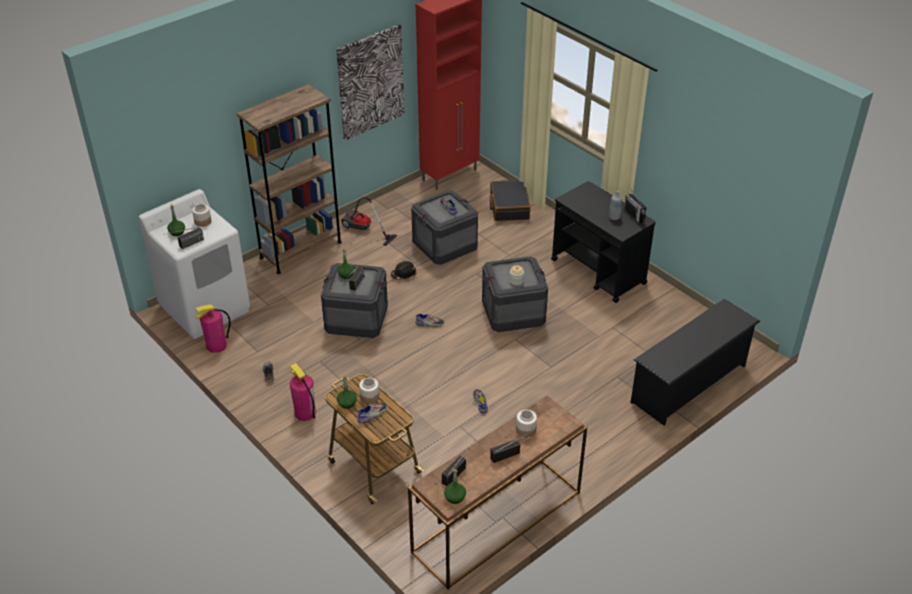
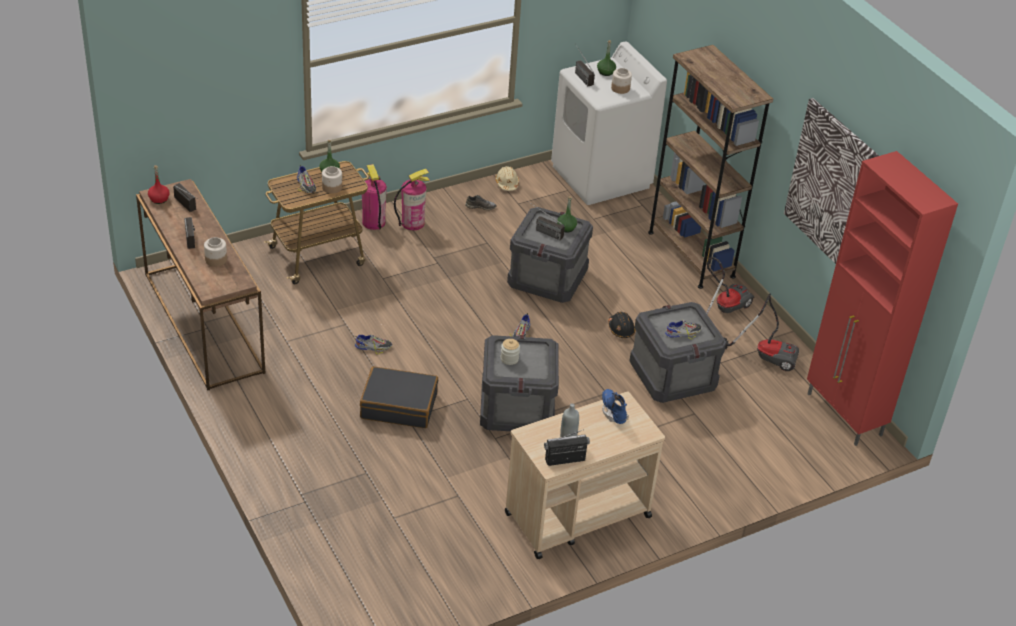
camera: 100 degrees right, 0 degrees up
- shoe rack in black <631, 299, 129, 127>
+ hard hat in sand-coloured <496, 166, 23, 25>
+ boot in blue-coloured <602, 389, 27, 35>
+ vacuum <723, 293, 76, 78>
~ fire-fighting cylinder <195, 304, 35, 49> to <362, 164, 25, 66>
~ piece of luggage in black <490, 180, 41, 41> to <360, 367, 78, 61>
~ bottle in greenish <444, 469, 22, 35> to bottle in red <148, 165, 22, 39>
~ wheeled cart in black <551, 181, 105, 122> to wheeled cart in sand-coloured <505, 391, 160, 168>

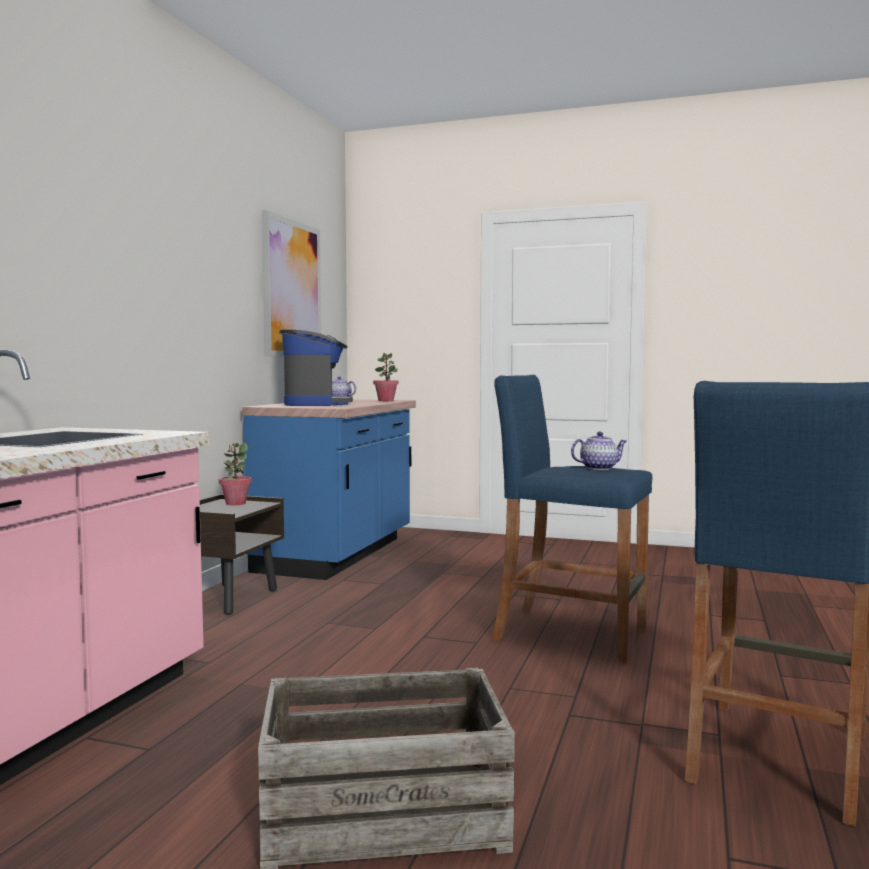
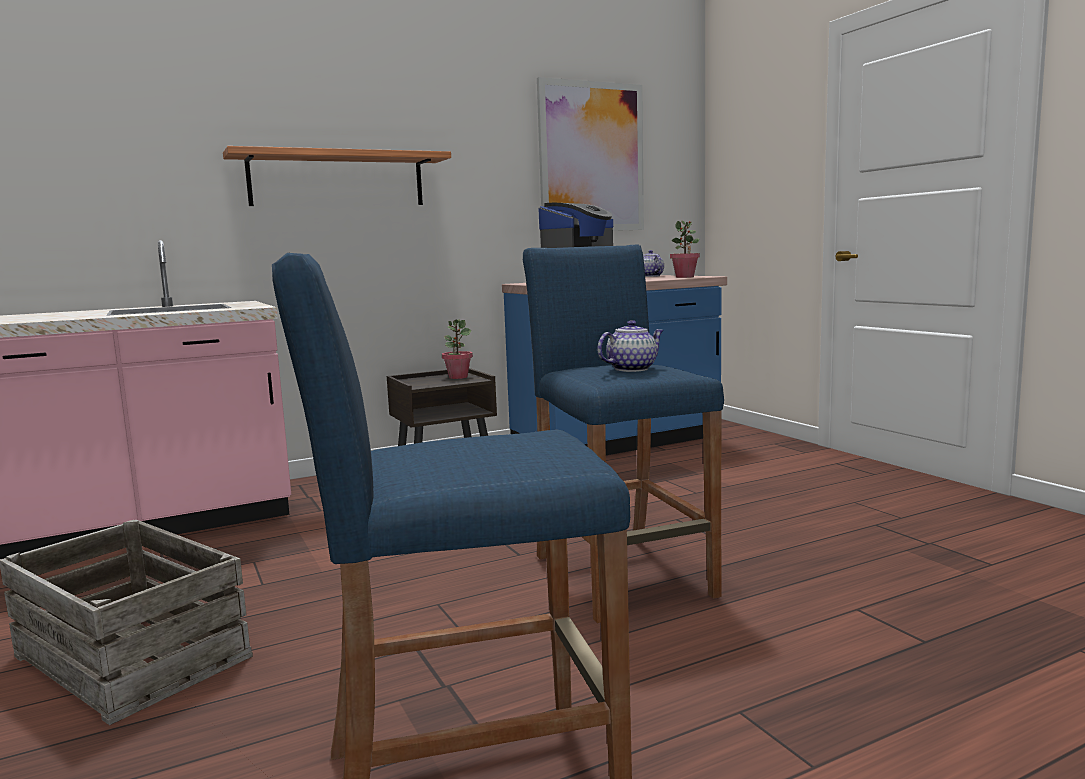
camera: 45 degrees right, 5 degrees up
+ wall shelf <223, 146, 228, 60>
~ teapot <571, 432, 56, 38> = <597, 320, 67, 52> 60 degrees counterclockwise

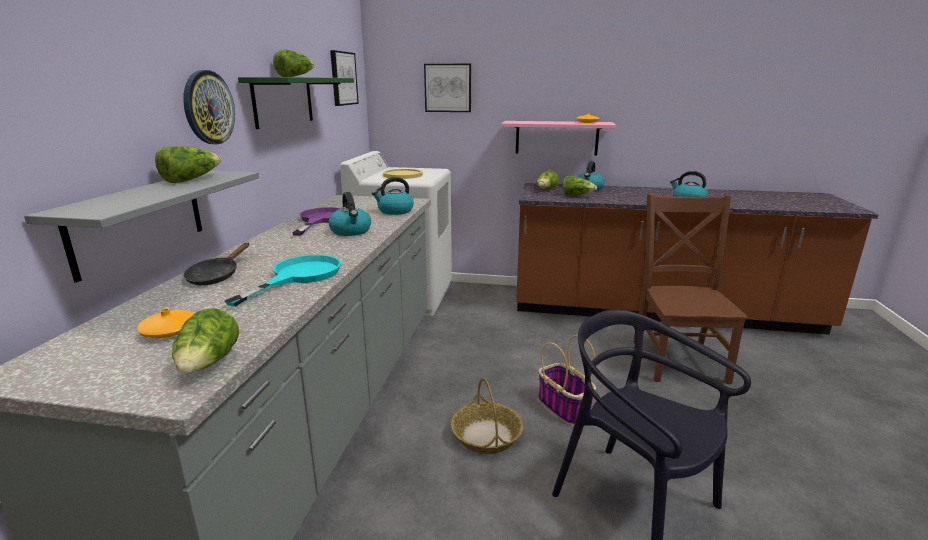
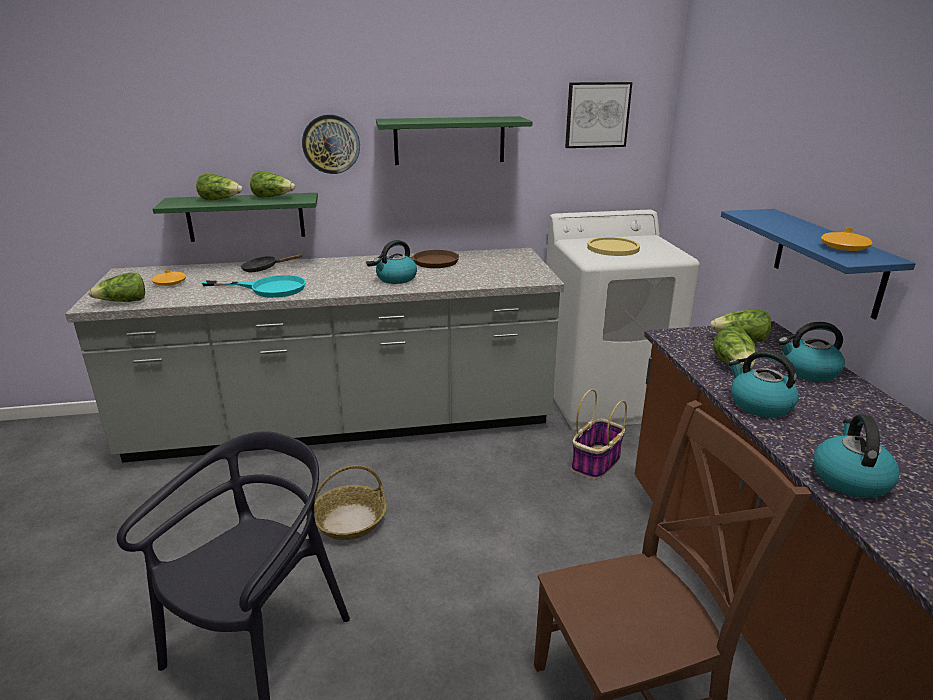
camera: 70 degrees right, 5 degrees up
- picture <424, 64, 47, 48>
~ head of lettuce <273, 49, 41, 28> to <196, 173, 47, 28>
~ water kettle <372, 177, 42, 38> to <728, 350, 71, 68>
~ storage basket <538, 334, 58, 92> to <571, 389, 56, 90>
~ wall shelf in gray <24, 171, 235, 112> to wall shelf in greenish <153, 193, 165, 49>
~ frying pan in purple-coloured <292, 207, 48, 29> to frying pan in brownish <366, 250, 93, 18>
~ wall shelf in pinkish <501, 121, 115, 34> to wall shelf in blue-coloured <721, 209, 195, 111>

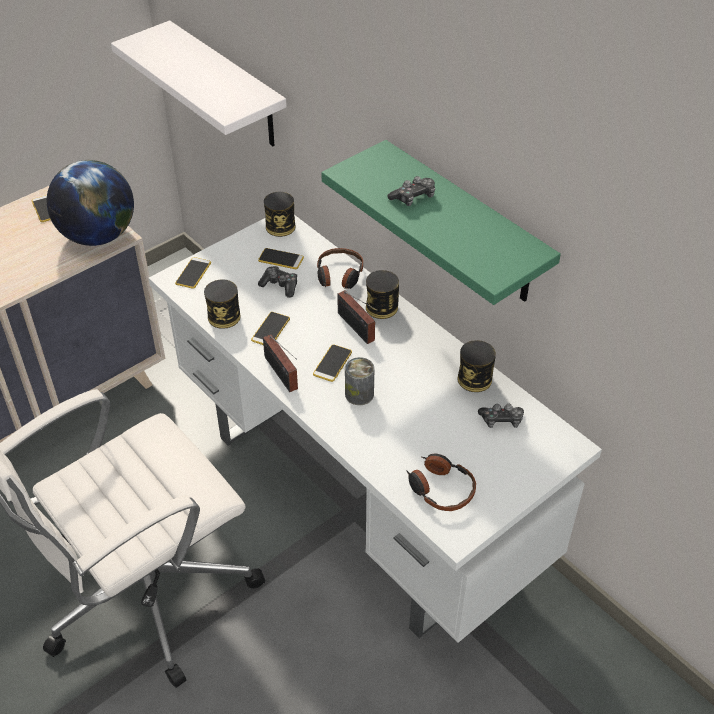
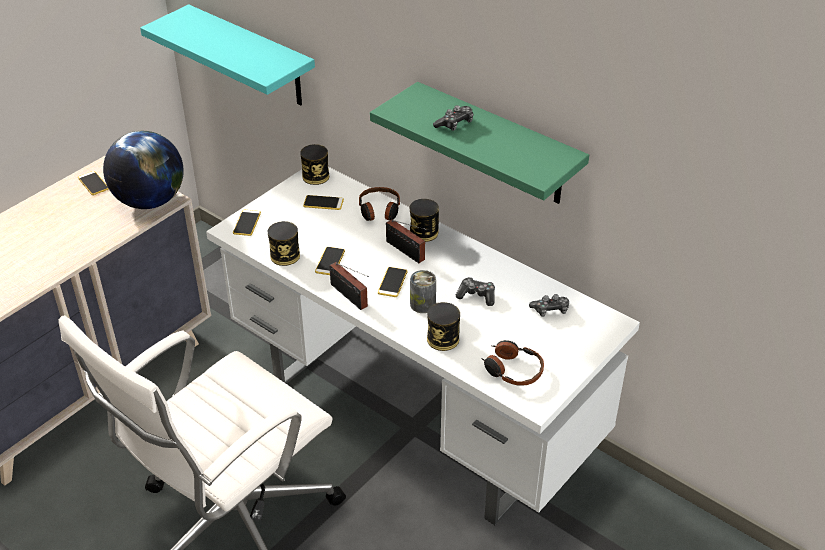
camera: 10 degrees left, 5 degrees down
~ gamepad <258, 266, 39, 32> to <456, 277, 39, 29>
~ metal can <457, 340, 39, 52> to <427, 302, 33, 49>
~ wall shelf in white <111, 20, 176, 126> to wall shelf in turquoise <140, 4, 175, 102>

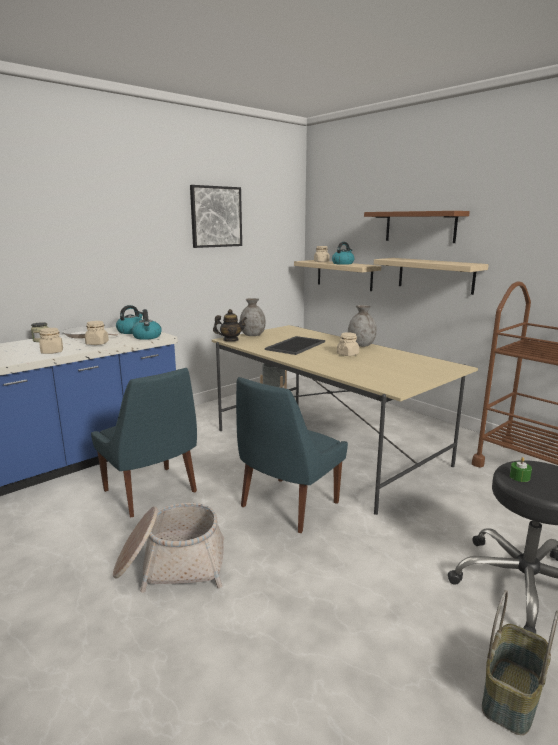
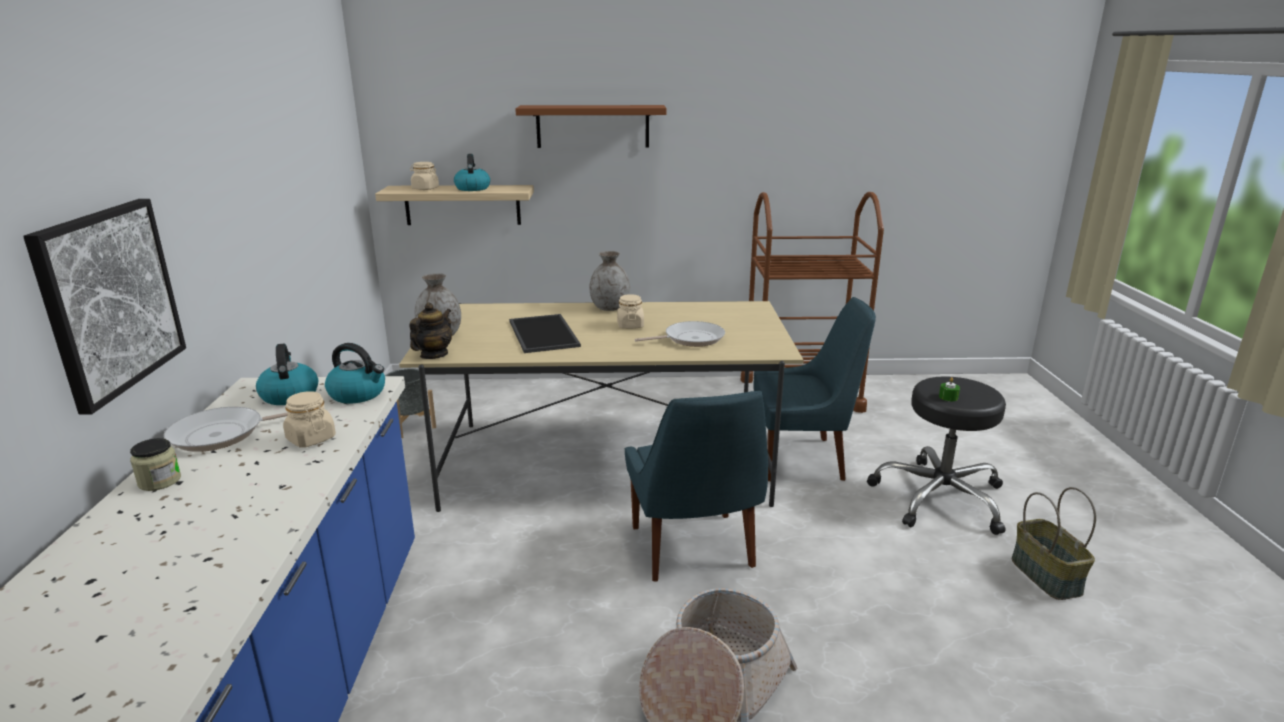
camera: 50 degrees left, 5 degrees up
- preserve jar in sand-coloured <39, 328, 24, 26>
- wall shelf <374, 258, 115, 37>
+ frying pan <635, 321, 90, 26>
~ plain chair in blue-coloured <91, 368, 106, 150> to <753, 297, 123, 184>
~ picture <190, 185, 52, 63> to <23, 199, 163, 216>

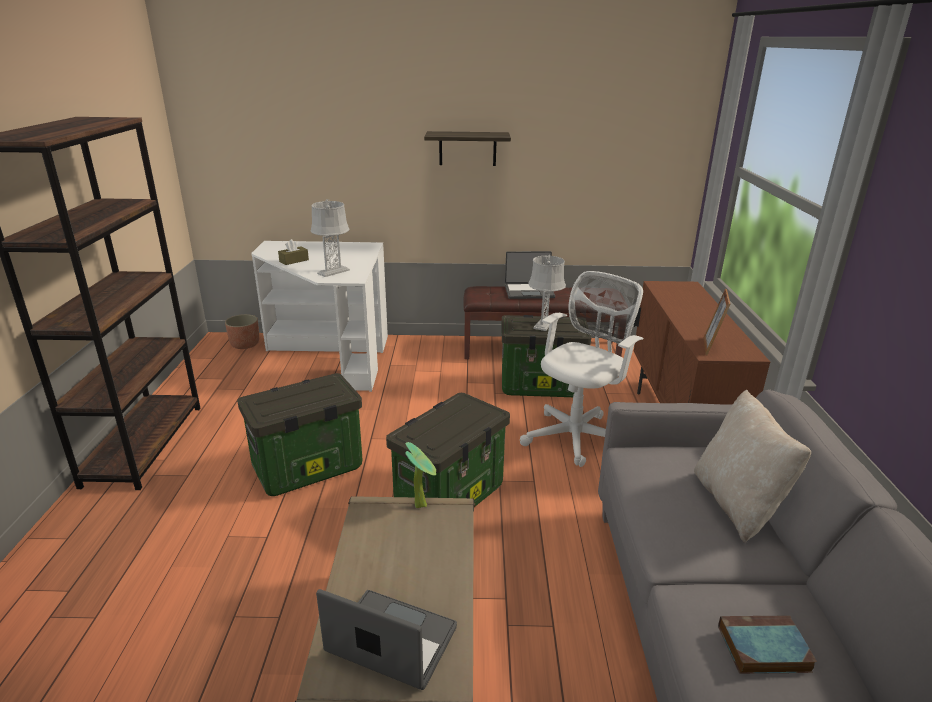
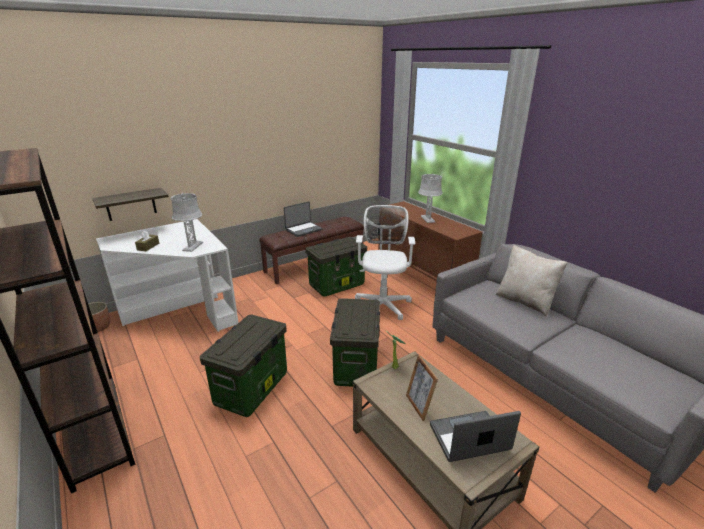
camera: 35 degrees left, 0 degrees up
- book <718, 616, 99, 58>
~ wall shelf <424, 131, 87, 35> to <92, 188, 77, 33>
~ table lamp in gray <528, 256, 38, 75> to <418, 173, 25, 50>
~ photo frame <703, 289, 27, 66> to <406, 355, 32, 66>

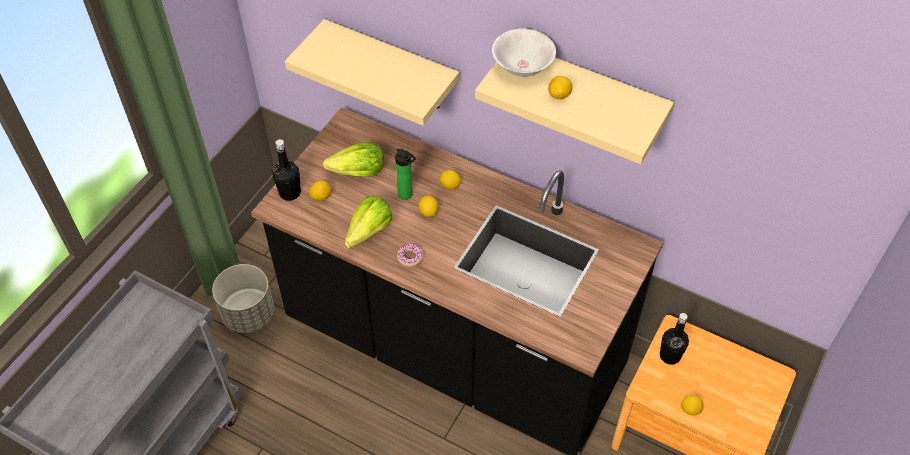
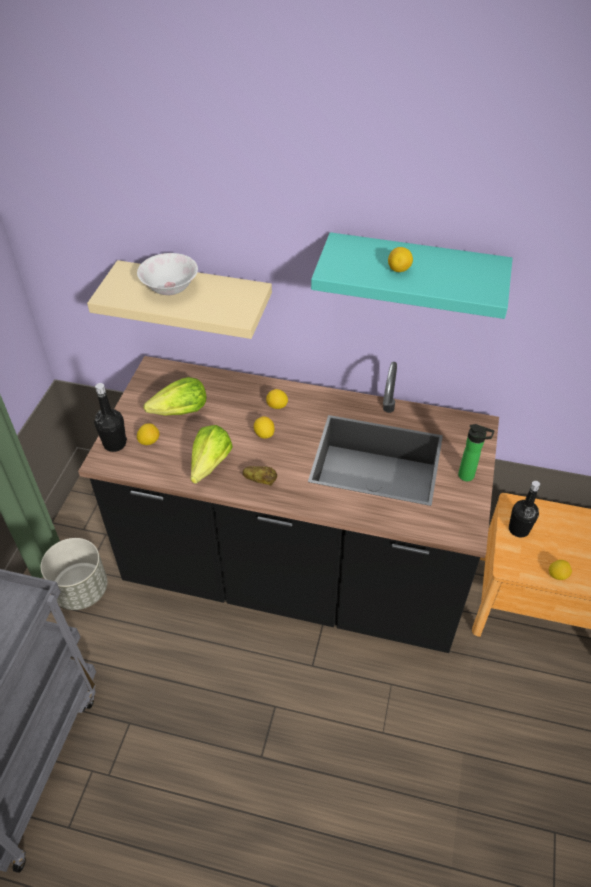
camera: 15 degrees left, 5 degrees down
~ bottle <395, 149, 21, 51> to <458, 424, 37, 57>
~ serving bowl in white <492, 29, 64, 48> to <137, 253, 61, 42>
~ donut <397, 244, 27, 23> to potato <243, 466, 34, 20>
~ wall shelf in sand-coloured <475, 58, 199, 106> to wall shelf in turquoise <311, 232, 202, 87>

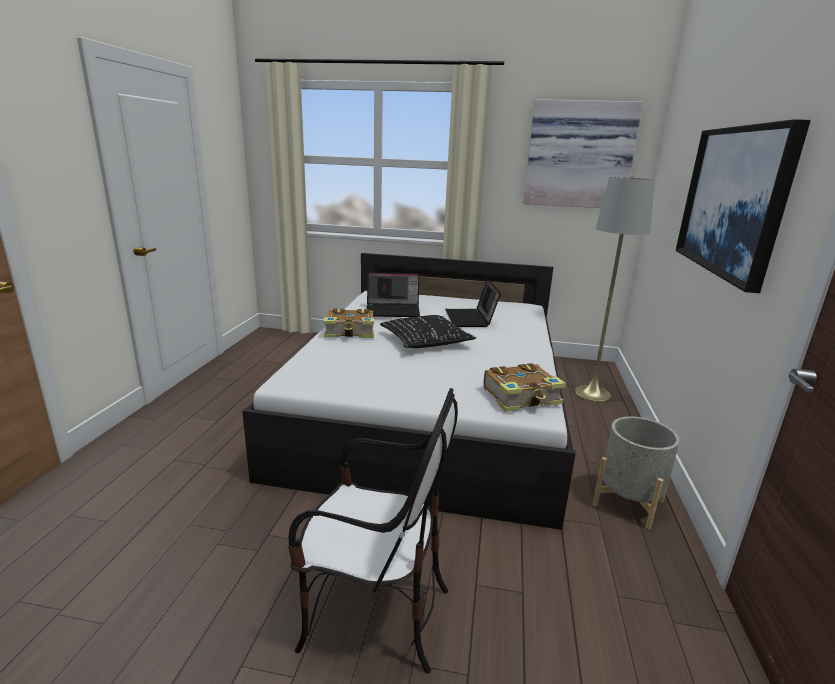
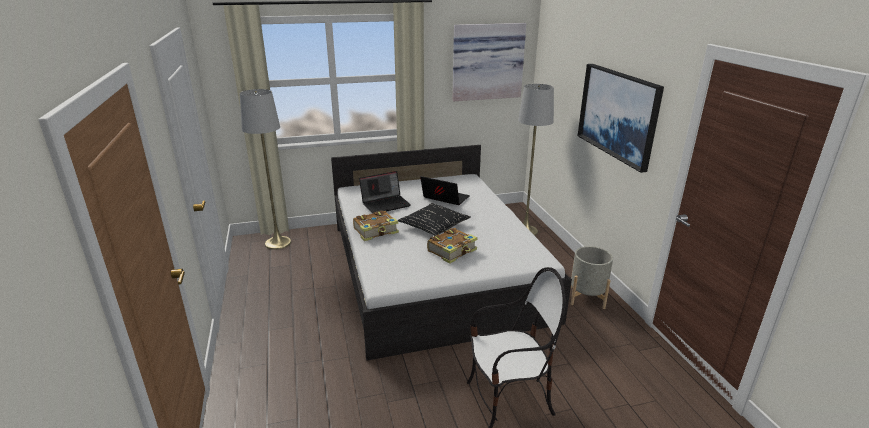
camera: 25 degrees left, 5 degrees up
+ standard lamp in gray <240, 89, 51, 161>
~ book <483, 363, 83, 49> to <427, 228, 51, 36>
~ laptop <445, 279, 56, 48> = <420, 176, 50, 29> 150 degrees clockwise

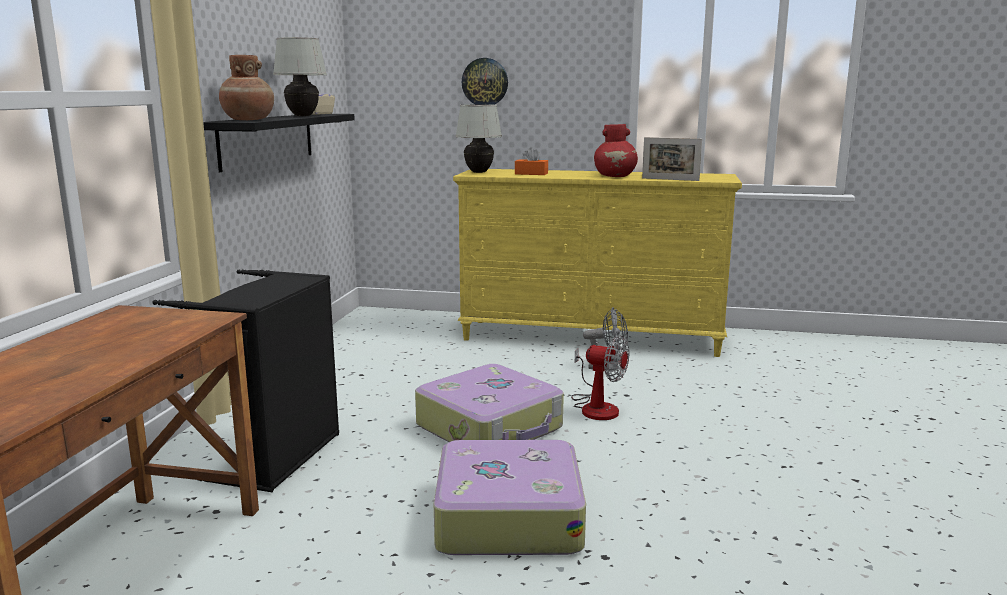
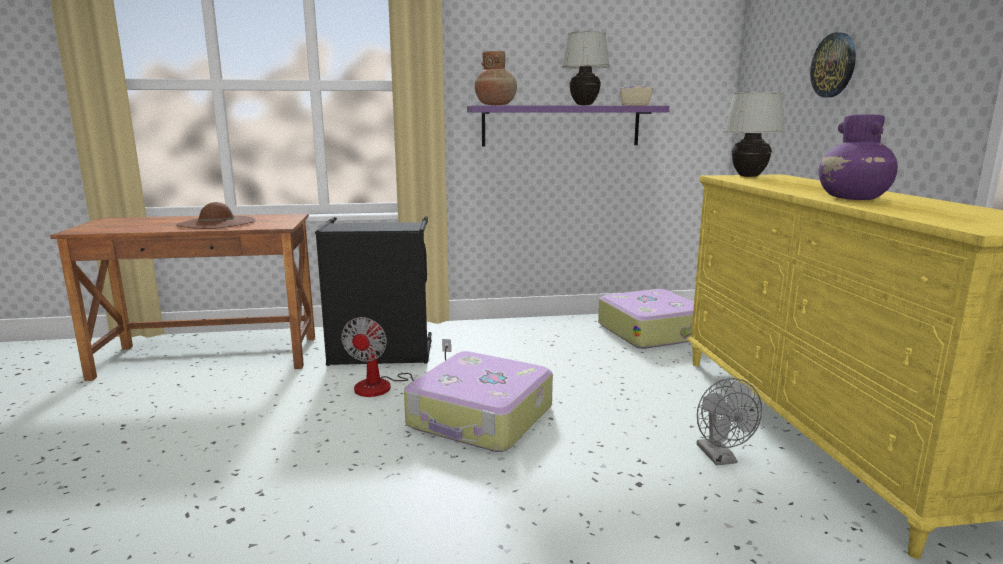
camera: 70 degrees right, 0 degrees up
- tissue box in orange-coloured <515, 147, 33, 28>
- photo frame <642, 137, 60, 44>
+ hat in brownish <177, 202, 79, 27>
~ piece of luggage <434, 440, 152, 115> to <598, 289, 96, 60>
~ cooling fan <571, 336, 58, 84> to <341, 317, 110, 80>
~ wall shelf in black <203, 114, 152, 58> to wall shelf in purple-coloured <467, 105, 202, 41>
~ vase in red <594, 124, 44, 53> to vase in purple-coloured <819, 114, 79, 86>

